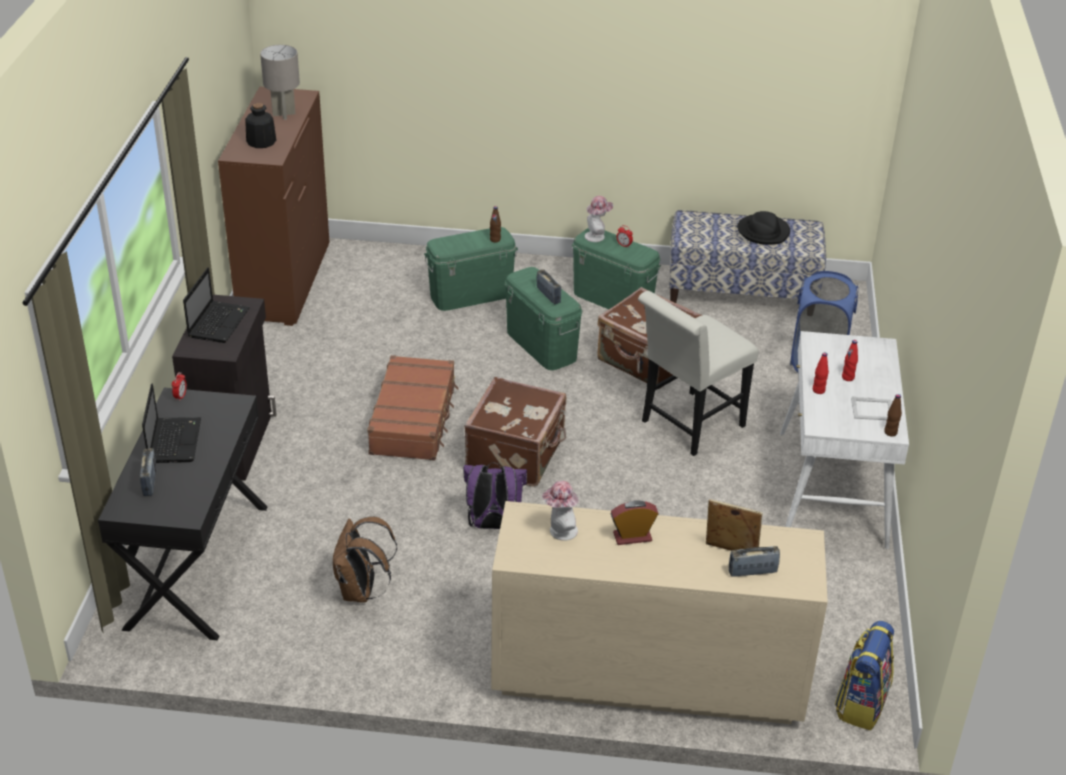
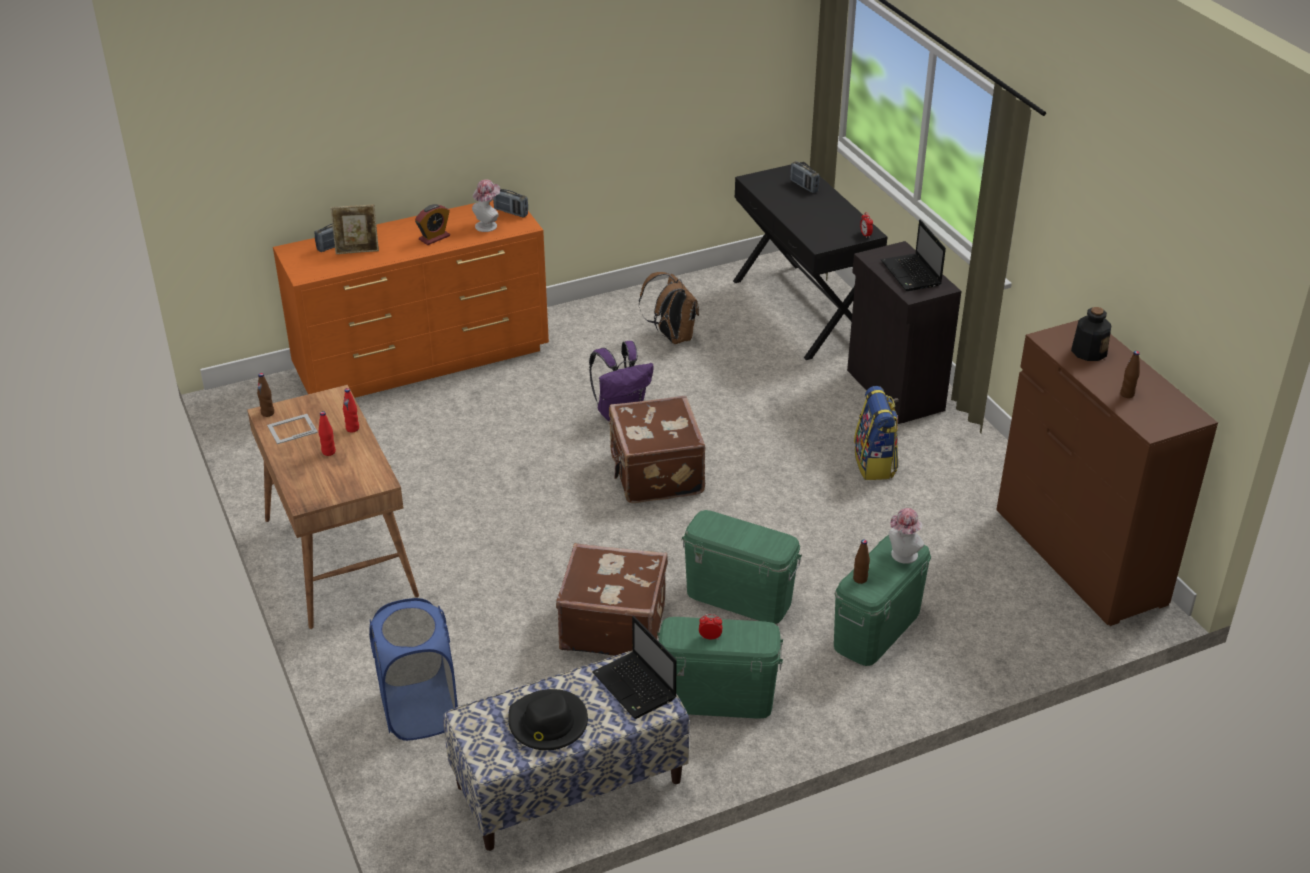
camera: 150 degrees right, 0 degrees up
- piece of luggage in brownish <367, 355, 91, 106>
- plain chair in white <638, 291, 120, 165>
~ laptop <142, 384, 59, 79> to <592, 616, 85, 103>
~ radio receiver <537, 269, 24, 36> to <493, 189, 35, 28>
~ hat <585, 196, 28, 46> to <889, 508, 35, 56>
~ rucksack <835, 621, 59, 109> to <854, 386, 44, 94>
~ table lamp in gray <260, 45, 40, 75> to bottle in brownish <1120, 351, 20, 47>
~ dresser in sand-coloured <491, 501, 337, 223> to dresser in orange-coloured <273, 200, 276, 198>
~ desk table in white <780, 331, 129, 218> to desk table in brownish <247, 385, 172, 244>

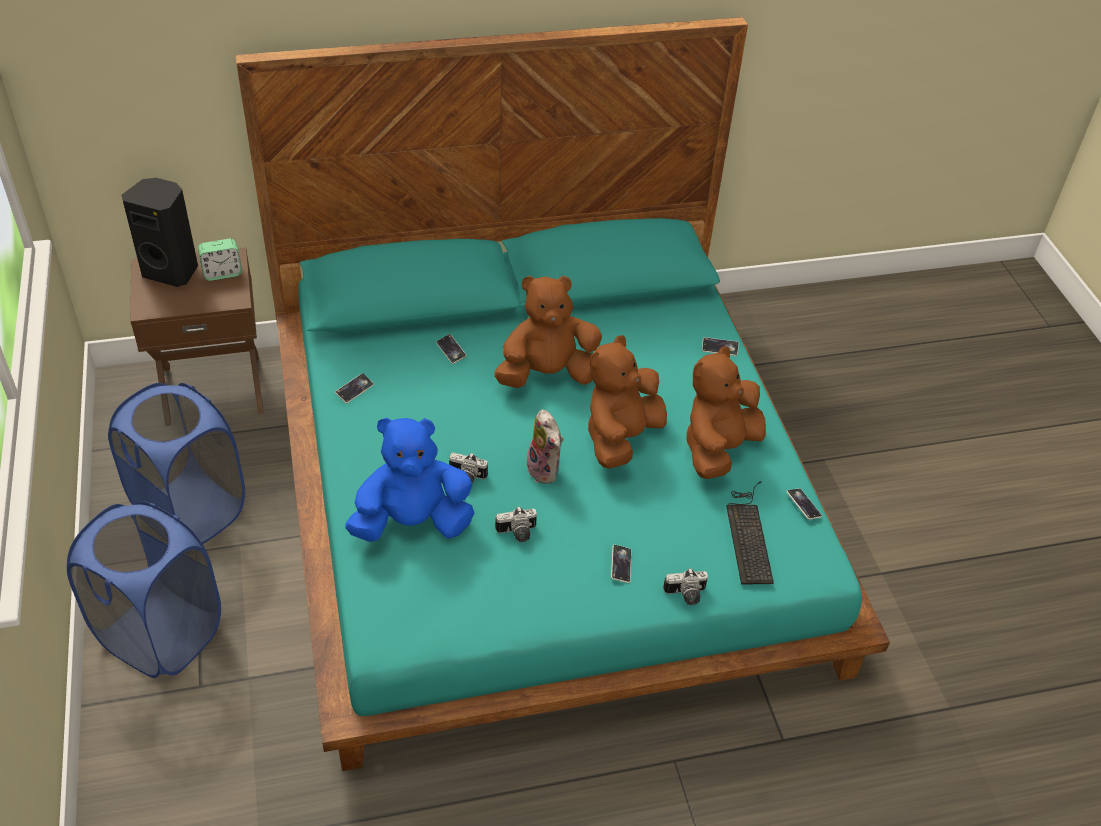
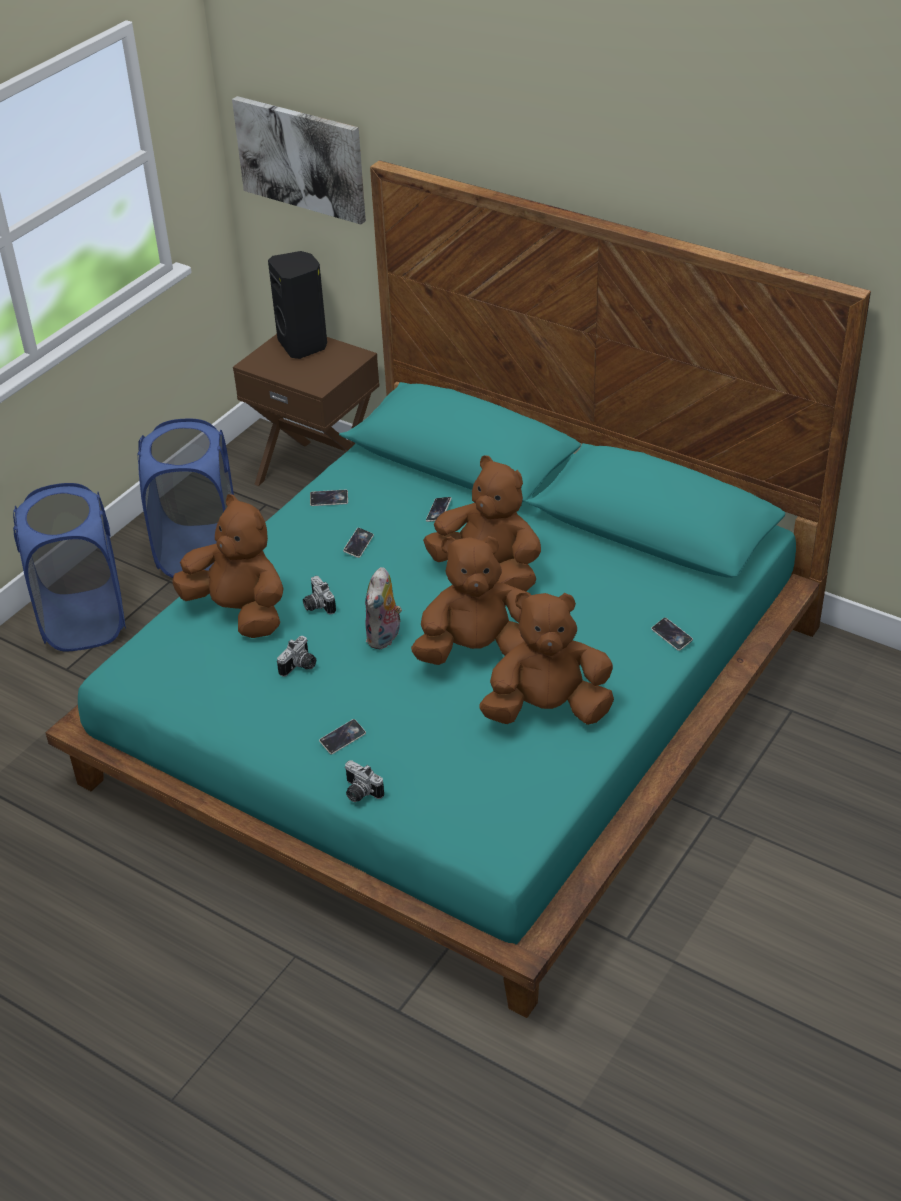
camera: 50 degrees right, 5 degrees down
- table clock <198, 239, 44, 42>
- computer keyboard <726, 481, 48, 104>
+ picture <232, 96, 134, 129>
~ handset <786, 488, 36, 32> to <343, 528, 31, 30>
~ soft toy in blue-coloured <345, 418, 129, 124> to soft toy in brownish <172, 494, 112, 144>
~ photo camera <495, 507, 42, 35> = <277, 636, 39, 41> 90 degrees counterclockwise

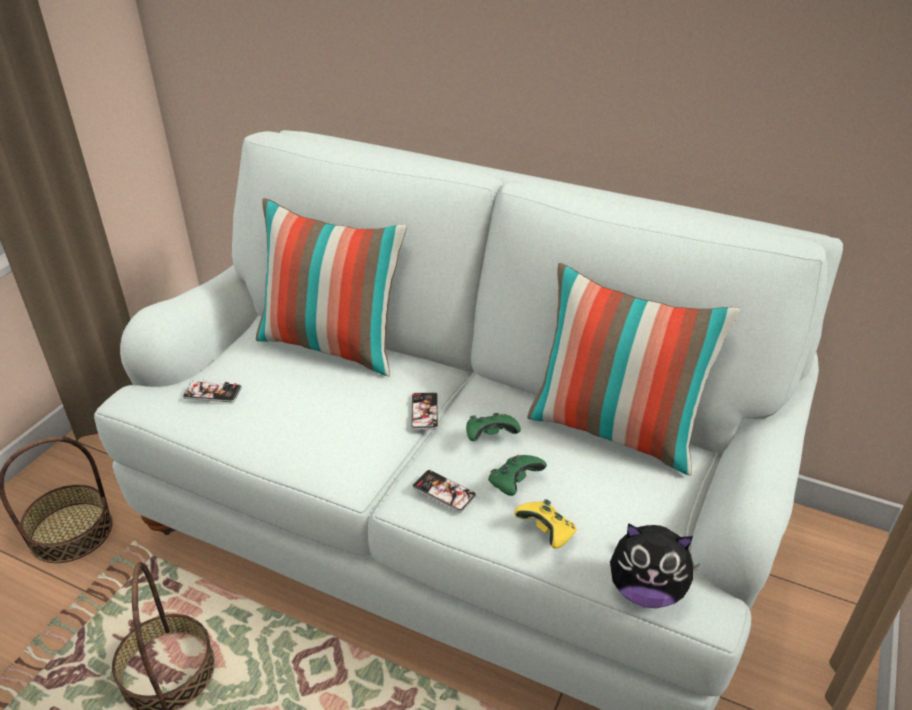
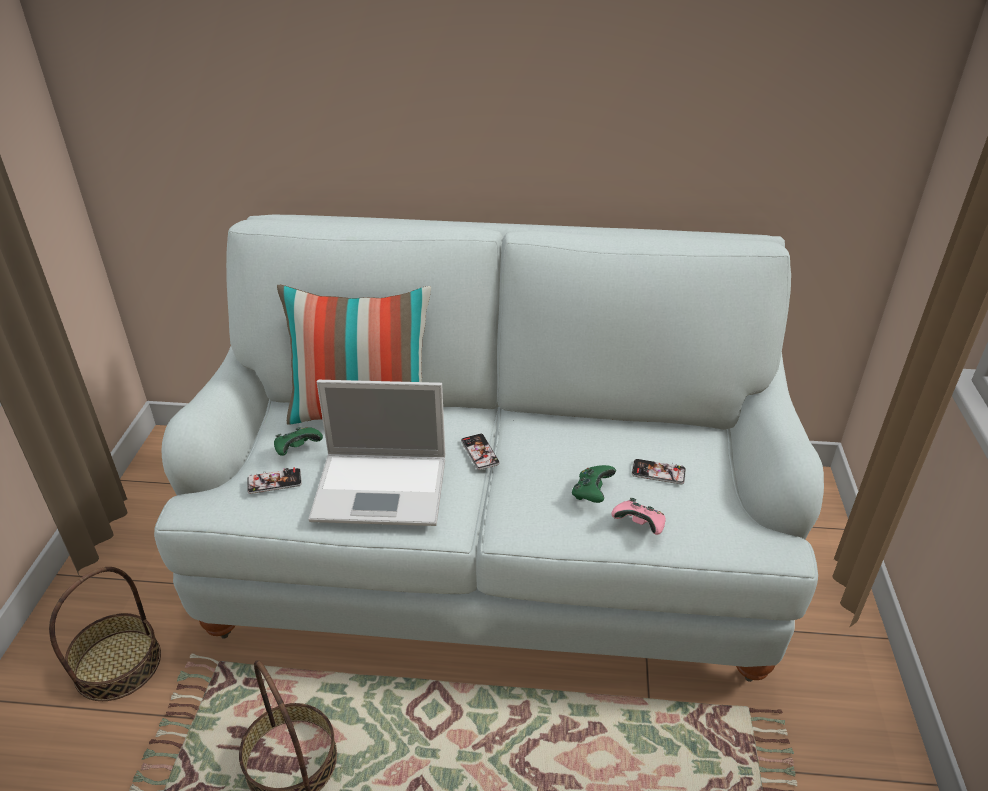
camera: 20 degrees left, 0 degrees up
- cushion <527, 263, 213, 213>
- soft toy <610, 523, 90, 85>
+ laptop <308, 380, 137, 146>
~ handset <412, 470, 64, 42> to <631, 459, 55, 26>
~ gamepad in greenish <466, 413, 55, 28> to <274, 427, 49, 29>
~ gamepad in yellow <514, 499, 63, 50> to gamepad in pinkish <611, 498, 54, 37>

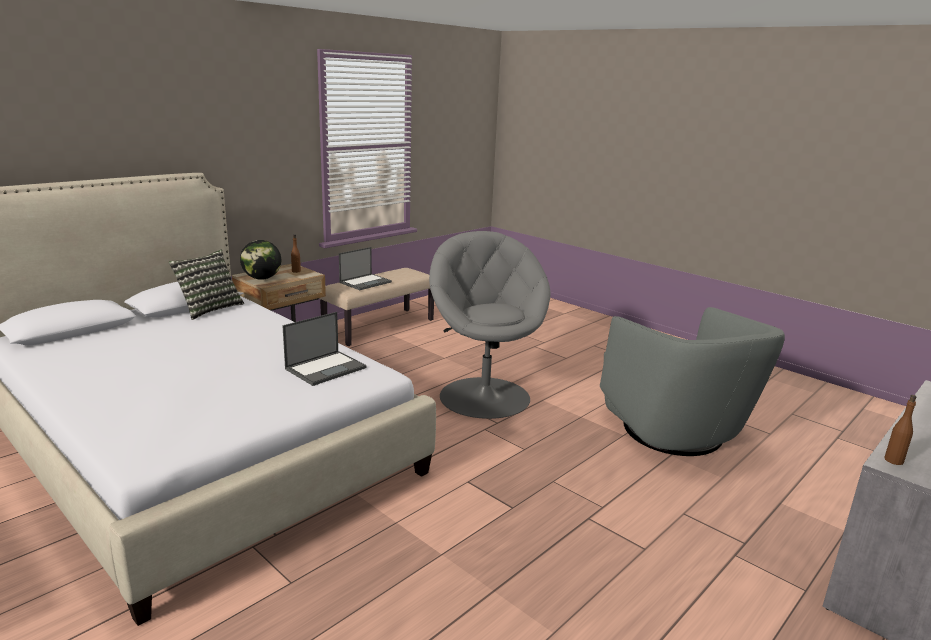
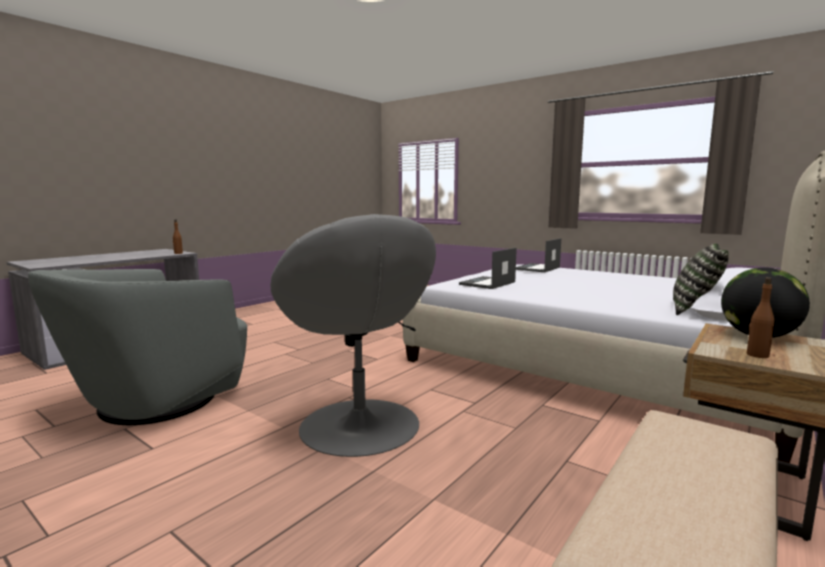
camera: 175 degrees right, 10 degrees down
~ laptop <339, 247, 53, 43> to <516, 238, 45, 34>
~ easy chair in gray <600, 307, 185, 149> = <28, 269, 219, 156> 120 degrees counterclockwise

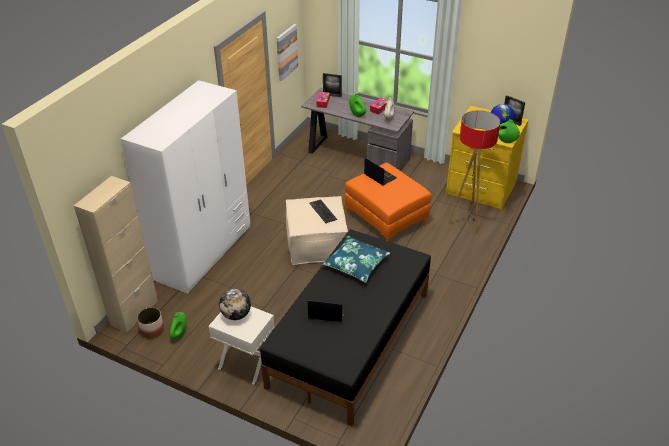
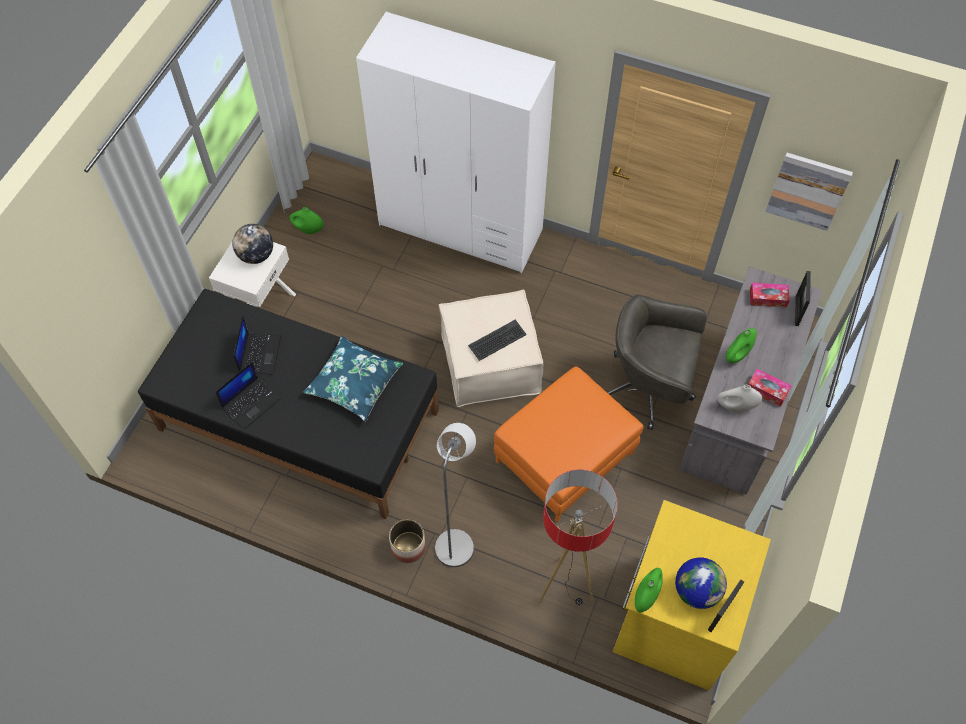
camera: 85 degrees right, 20 degrees up
- storage cabinet in sand-coloured <74, 176, 84, 157>
+ standard lamp in gray <435, 423, 41, 144>
+ computer chair in gray <608, 294, 99, 136>
~ plant pot <137, 307, 27, 31> to <389, 519, 37, 44>
~ laptop <364, 158, 33, 28> to <215, 362, 66, 67>

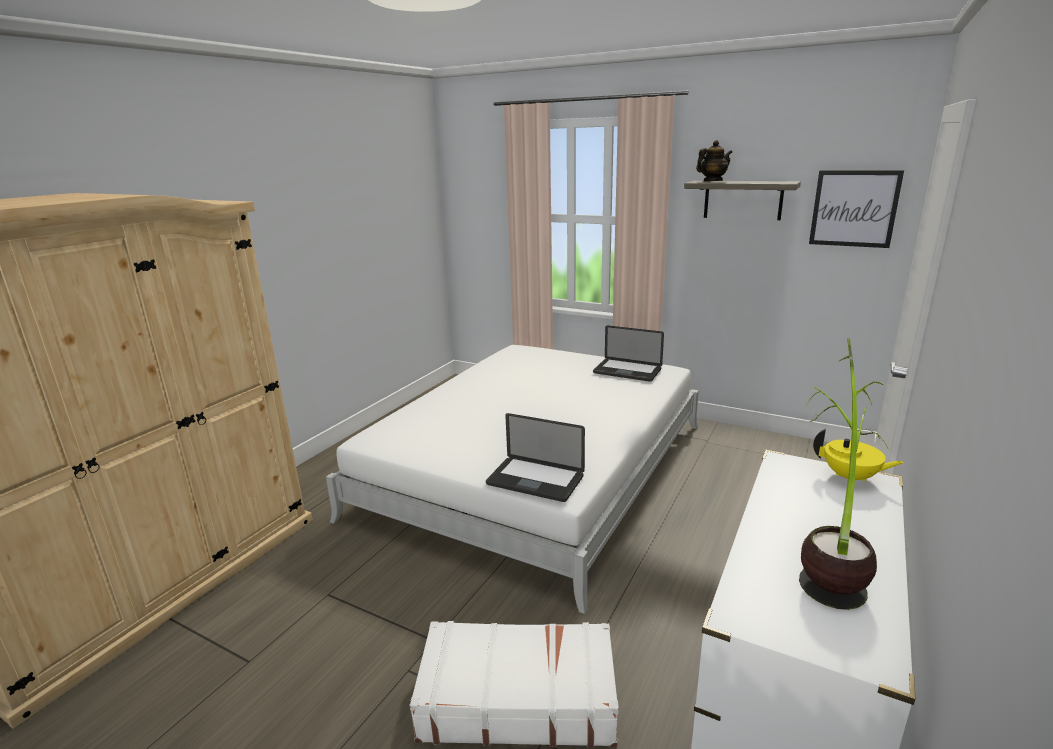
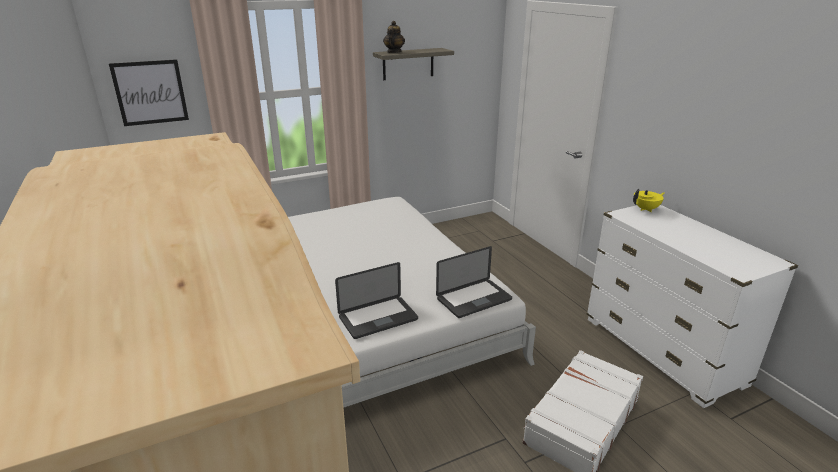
camera: 55 degrees left, 5 degrees up
- plant in a pot <799, 338, 90, 272>
~ laptop <593, 325, 71, 57> to <335, 262, 83, 77>
~ picture <809, 170, 95, 78> to <109, 59, 80, 67>

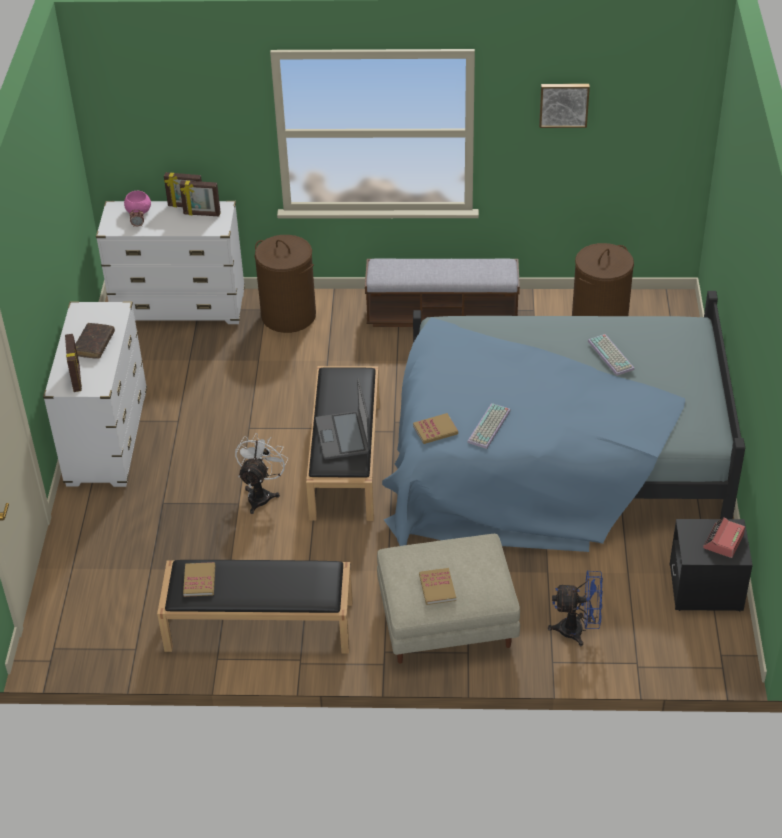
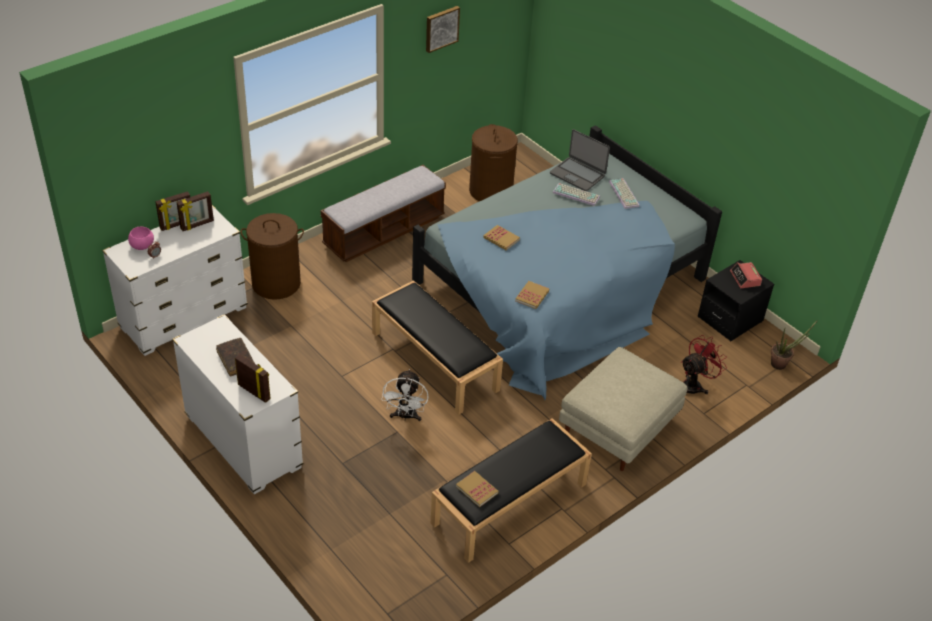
camera: 45 degrees left, 0 degrees up
+ plant in a pot <771, 320, 47, 50>
~ laptop <315, 378, 55, 81> to <550, 129, 60, 62>
~ book <419, 568, 37, 37> to <483, 225, 37, 25>
~ computer keyboard <467, 403, 44, 46> to <609, 178, 31, 31>
~ cooling fan in blue-coloured <548, 571, 55, 75> to cooling fan in red <681, 335, 46, 59>
~ cooling fan in white <235, 433, 53, 81> = <381, 369, 48, 52> 150 degrees counterclockwise

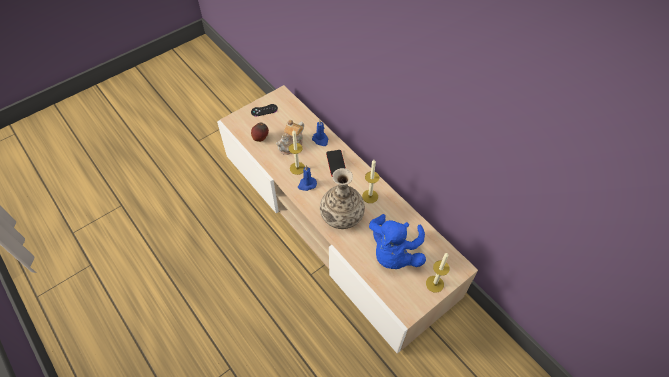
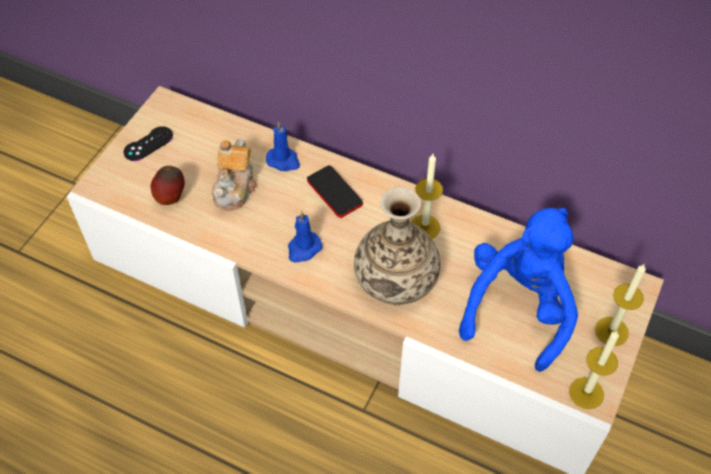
camera: 25 degrees left, 0 degrees up
~ wax light <289, 130, 16, 45> to <569, 331, 50, 78>
~ soft toy in blue-coloured <369, 214, 57, 55> = <459, 208, 119, 164> 150 degrees counterclockwise

